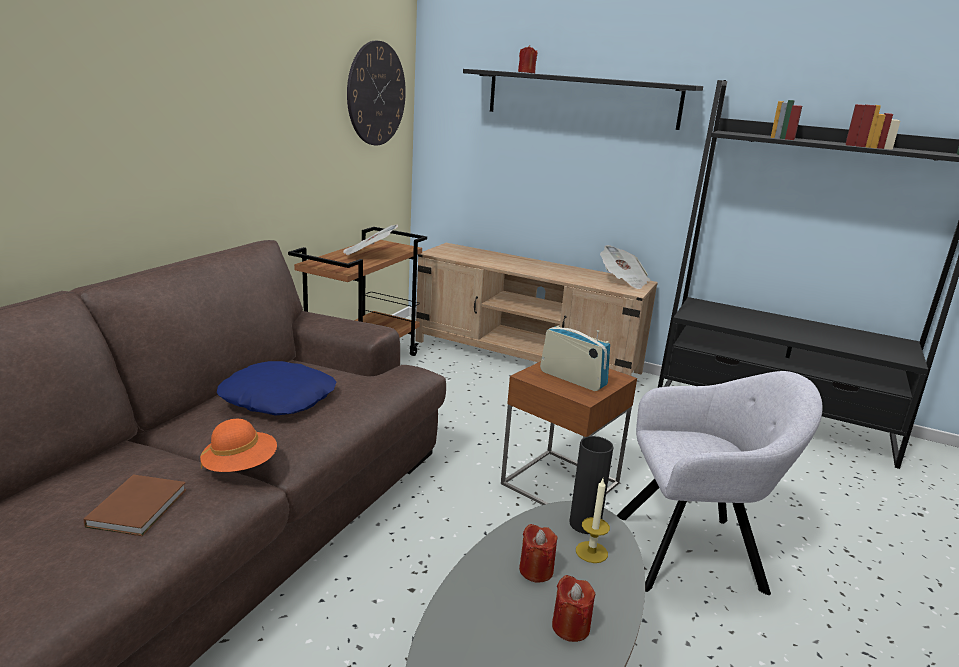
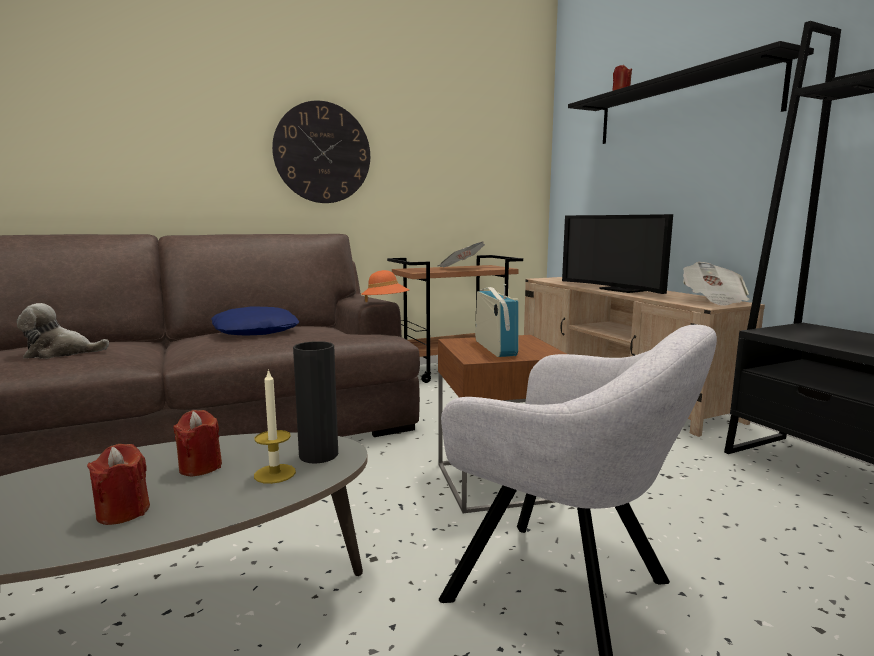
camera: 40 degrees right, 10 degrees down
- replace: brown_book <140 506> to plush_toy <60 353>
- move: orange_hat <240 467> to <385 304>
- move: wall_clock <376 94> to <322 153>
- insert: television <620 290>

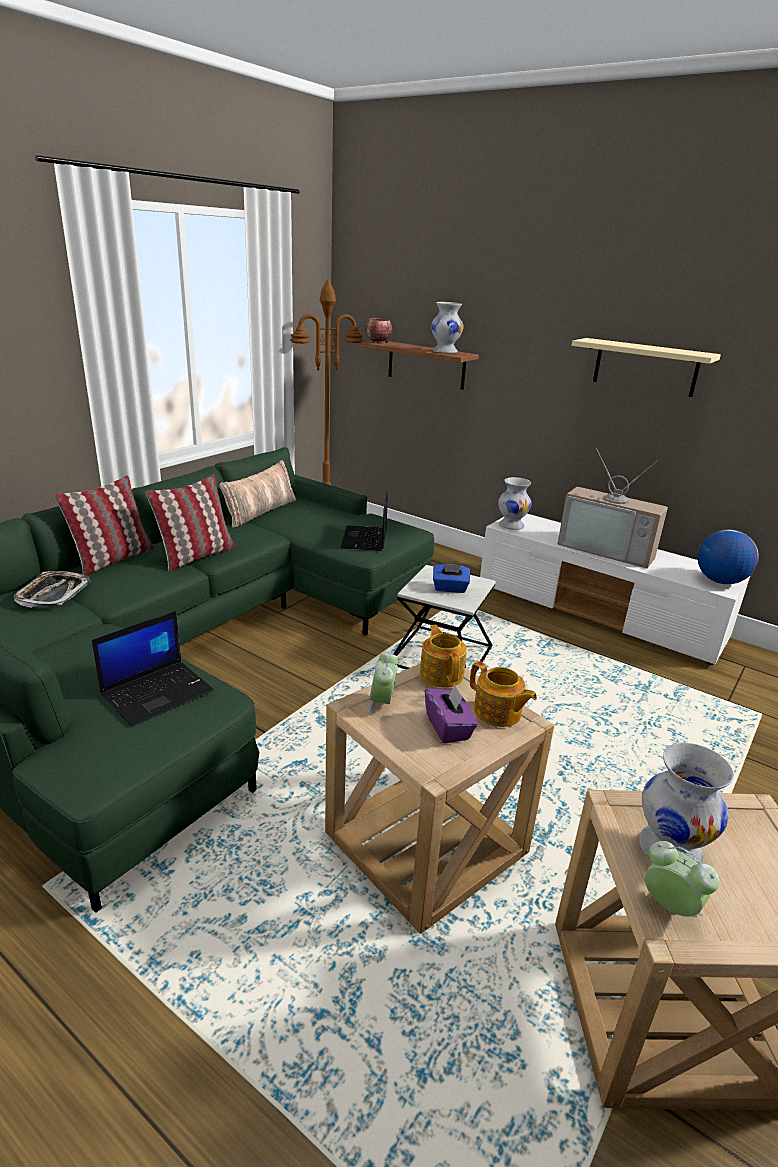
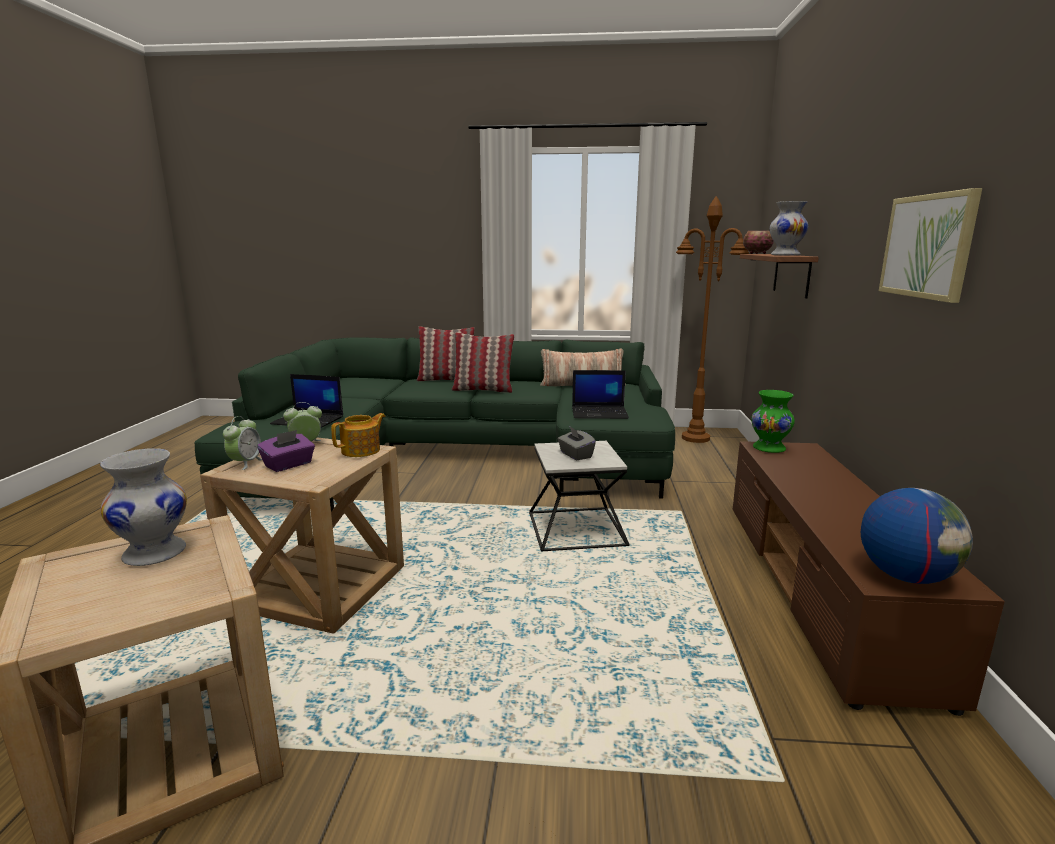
camera: 60 degrees right, 10 degrees down
- delete: tray <53 594>
- rotate: laptop <365 539> = <600 413> 150 degrees counterclockwise
- recolor: blue_tissue_box <450 588> to grey_tissue_box <575 455>
- delete: teapot <498 712>
- recolor: white_tv_stand <599 612> to brown_tv_stand <821 590>
- recolor: white_vase <511 526> to green_vase <768 448>
- delete: television <608 549>
- replace: beige_shelf <645 367> to picture <927 246>
- move: alarm_clock <669 906> to <245 463>

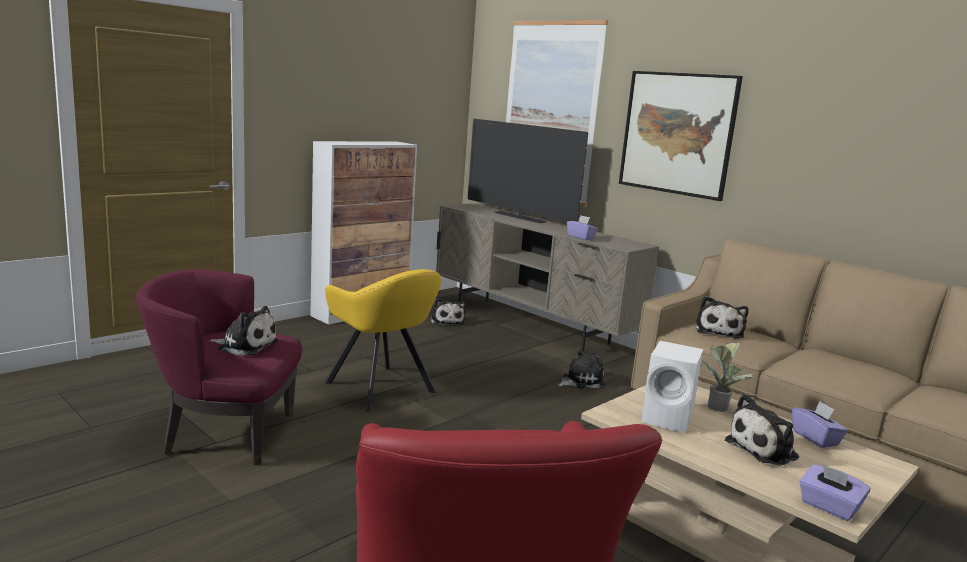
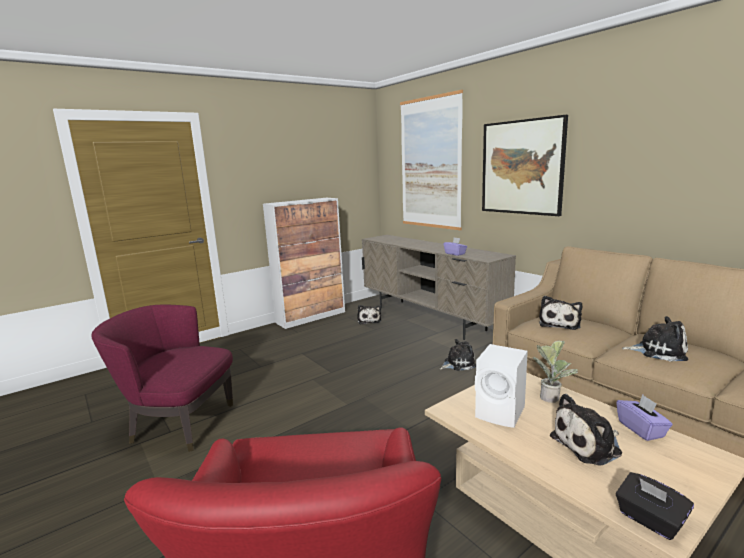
camera: 10 degrees right, 0 degrees up
- move: plush_toy <245 345> to <658 351>
- delete: yellow_armchair <382 389>
- delete: television <519 217>
- recolor: purple_tissue_box <829 507> to black_tissue_box <650 520>

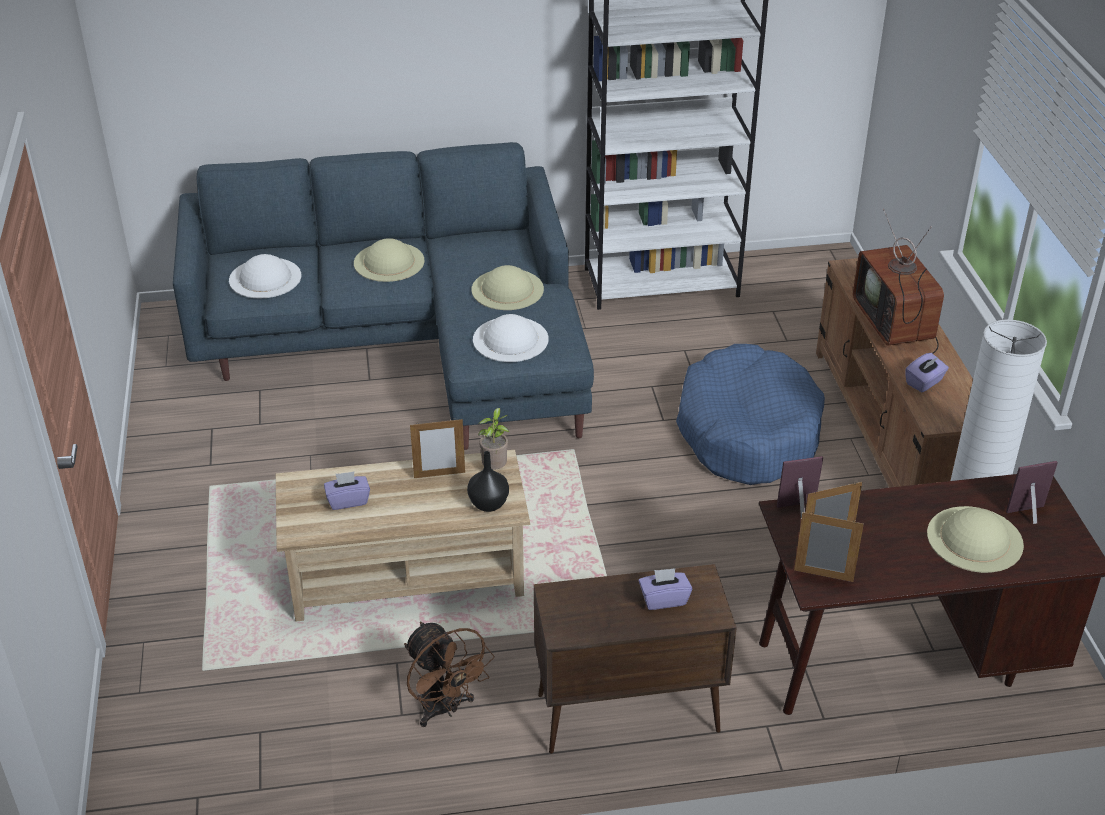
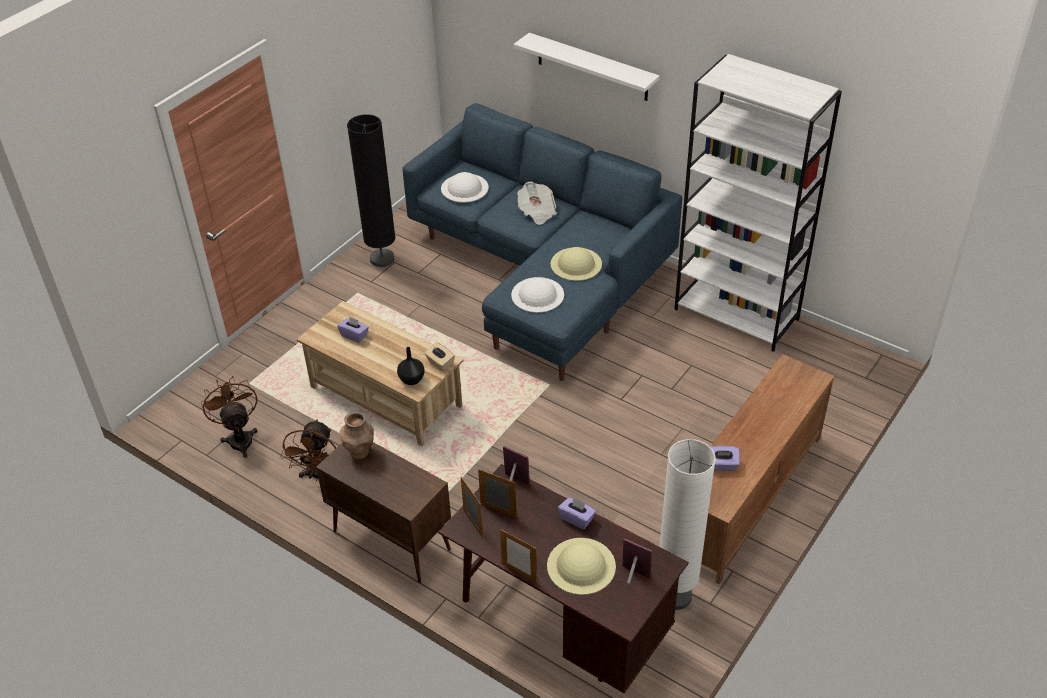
camera: 45 degrees right, 5 degrees up
- replace: beige_hat <389 262> to newspaper <537 212>
- move: picture_frame <439 475> to <519 573>
- replace: potted_plant <495 468> to beige_tissue_box <440 363>
- move: purple_tissue_box <664 599> to <577 519>
- delete: blue_dog_bed <747 432>
- delete: television <896 325>
- insert: brown_fan <239 438>
- insert: brown_vase <360 452>
- insert: black_floor_lamp <382 259>
- insert: white_shelf <592 67>

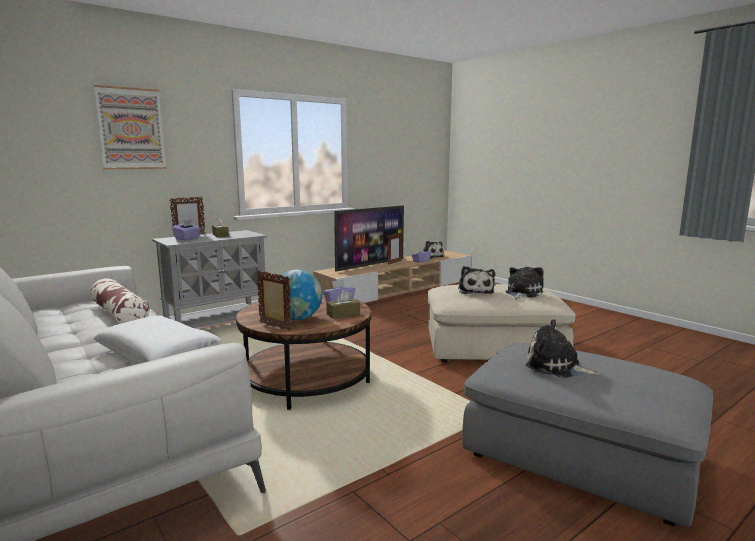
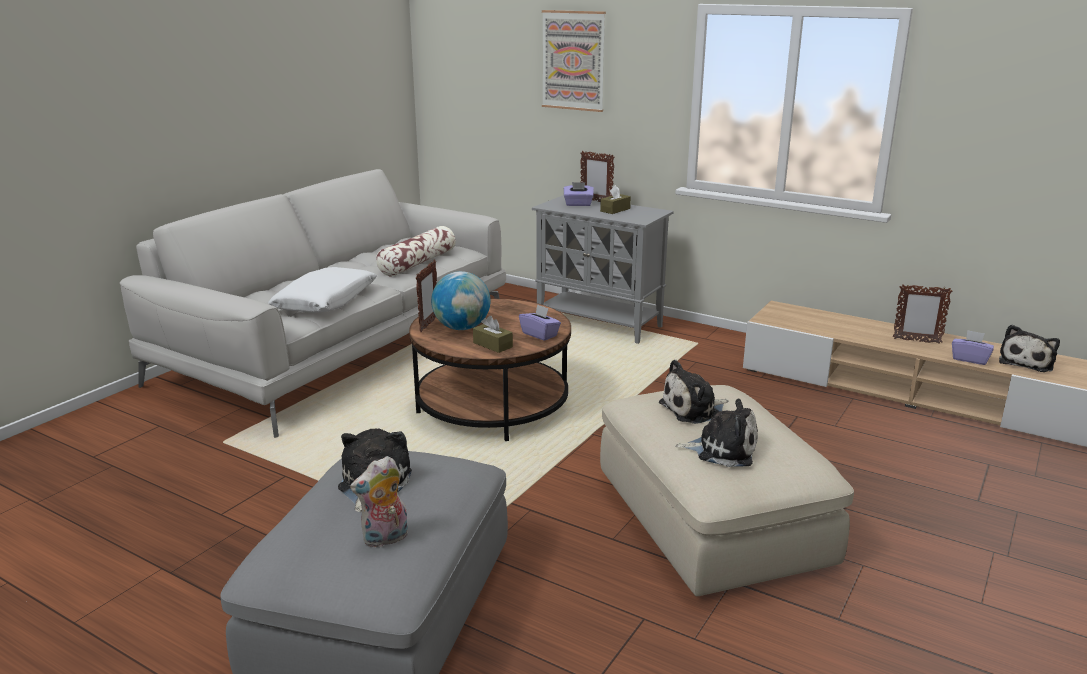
camera: 70 degrees right, 10 degrees up
- delete: television <370 264>
- insert: plush_toy <385 539>

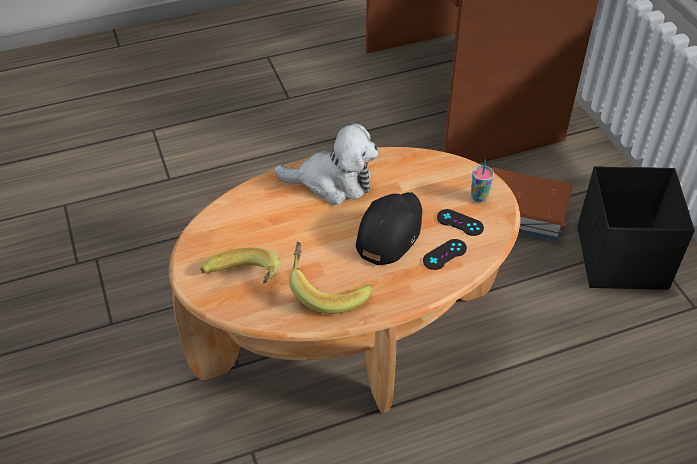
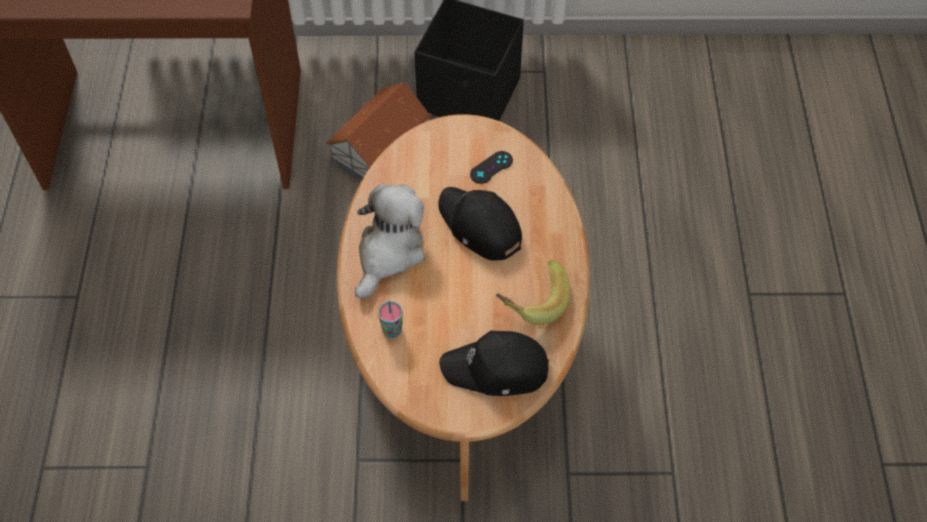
camera: 70 degrees left, 10 degrees up
- replace: banana <244 283> to black_cap <497 369>
- delete: black_game_controller <444 254>
- move: cup <479 197> to <392 331>

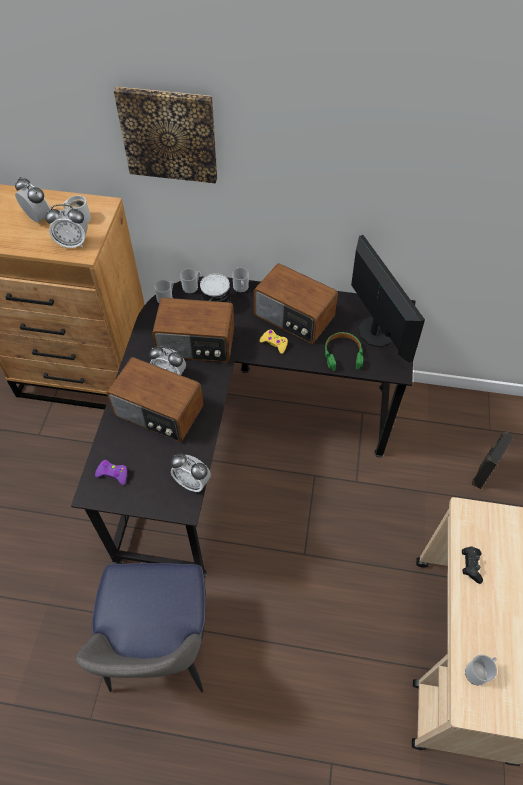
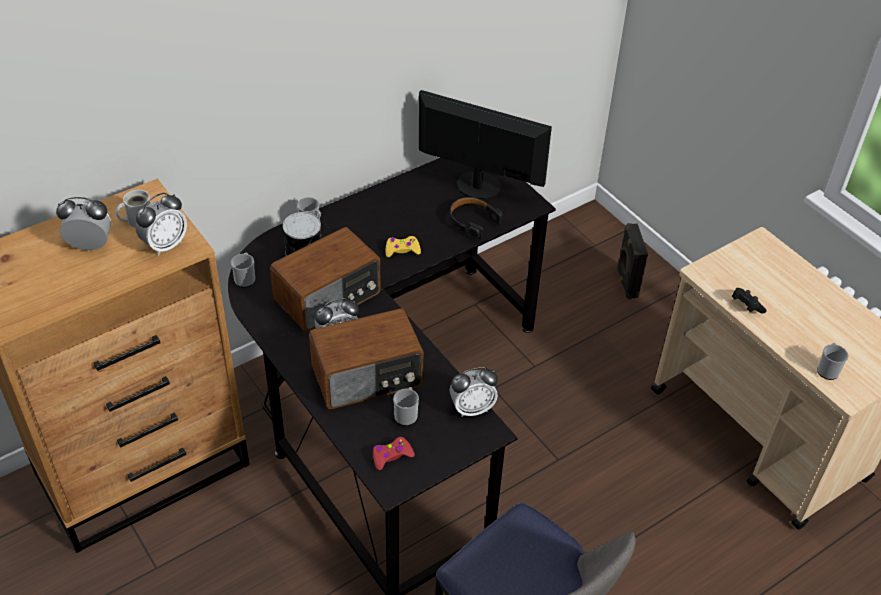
camera: 45 degrees left, 10 degrees down
- recolor: purple_game_controller <113 474> to red_game_controller <391 456>
- delete: picture <169 134>
- move: mug <192 287> to <406 414>
- delete: radio <293 317>
- recolor: green_headphones <342 354> to black_headphones <472 221>

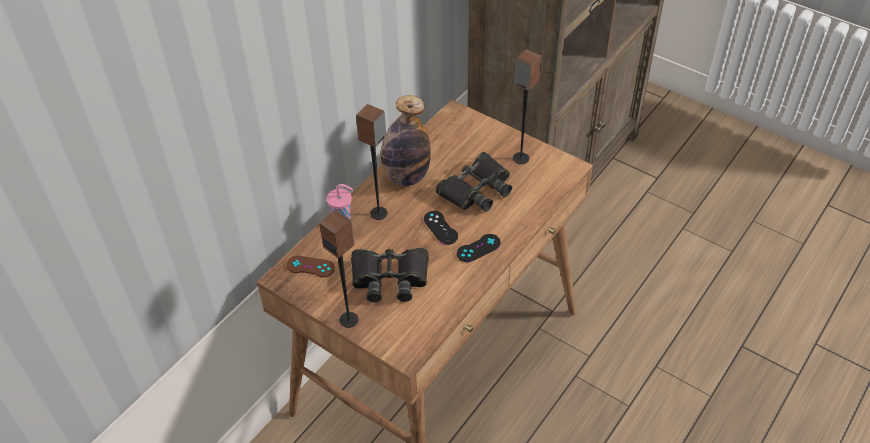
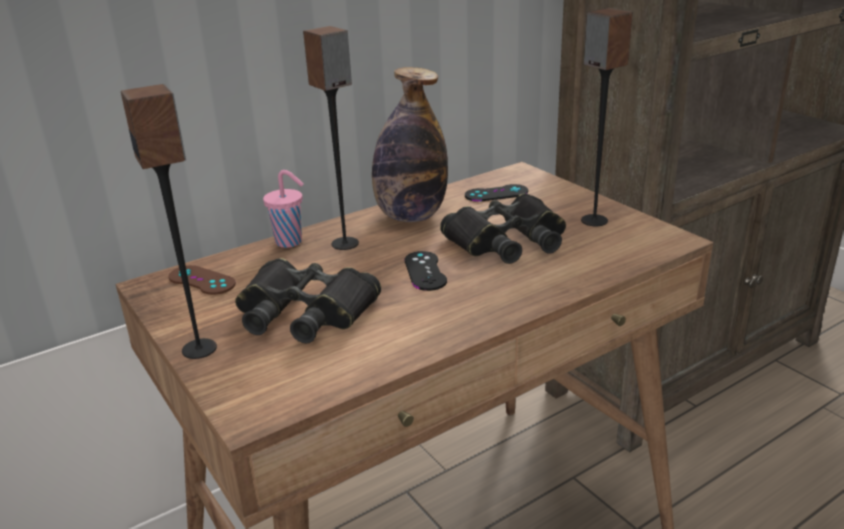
camera: 20 degrees right, 20 degrees down
- move: black_game_controller <478 248> to <496 193>

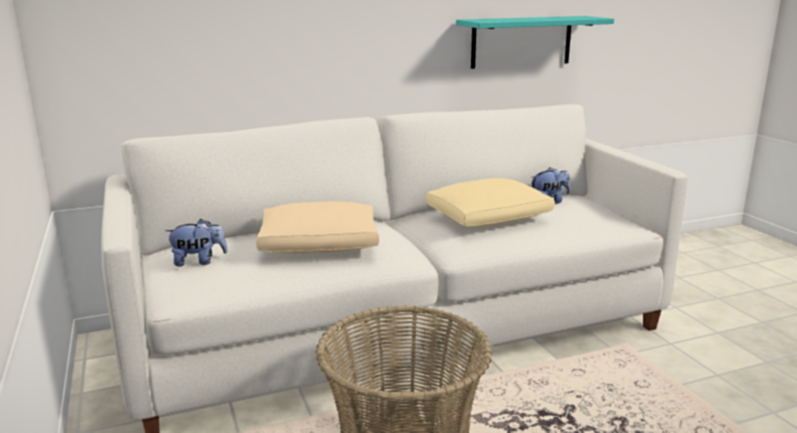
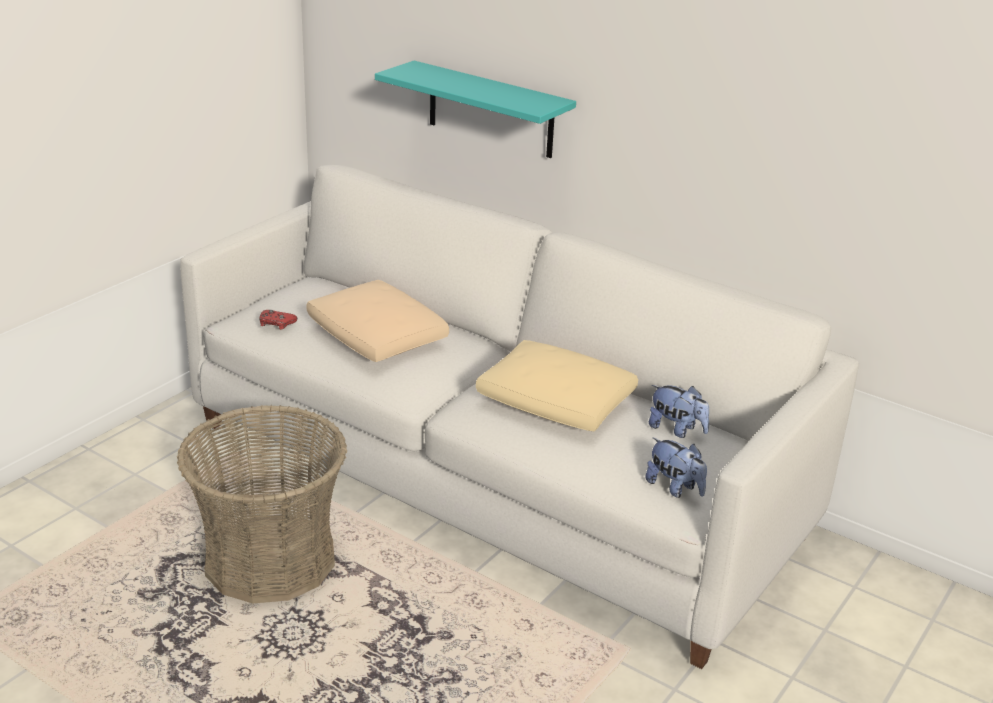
camera: 55 degrees right, 10 degrees up
- move: plush_toy <199 261> to <675 488>
- move: turquoise_shelf <521 42> to <490 110>
- insert: red_game_controller <276 323>

